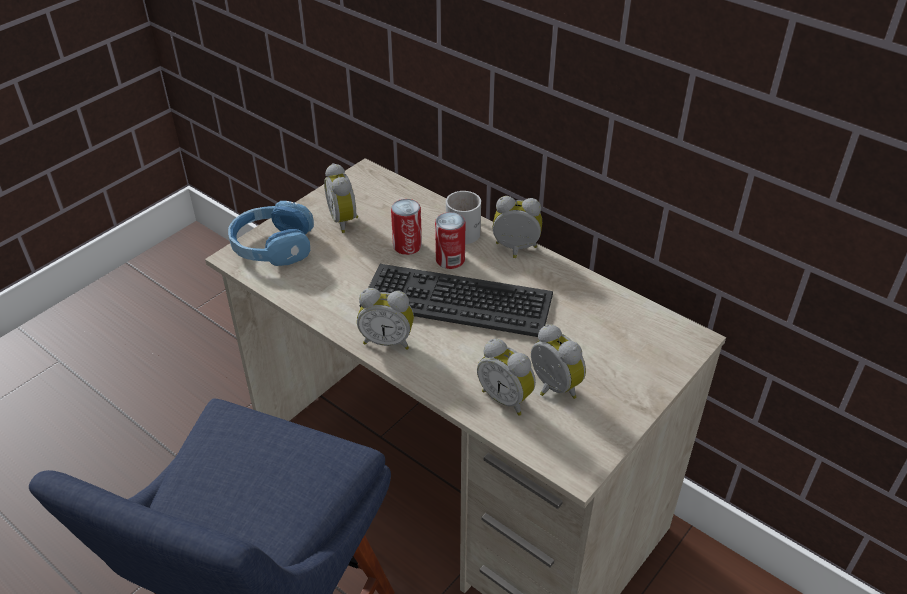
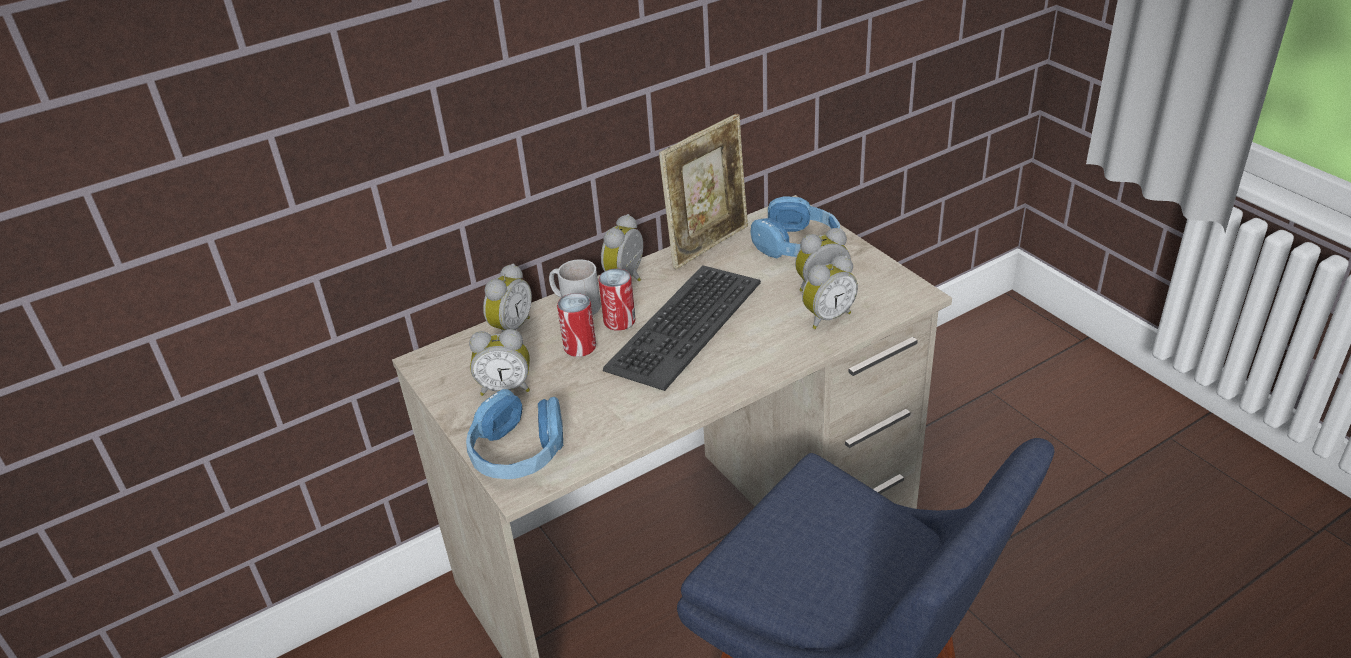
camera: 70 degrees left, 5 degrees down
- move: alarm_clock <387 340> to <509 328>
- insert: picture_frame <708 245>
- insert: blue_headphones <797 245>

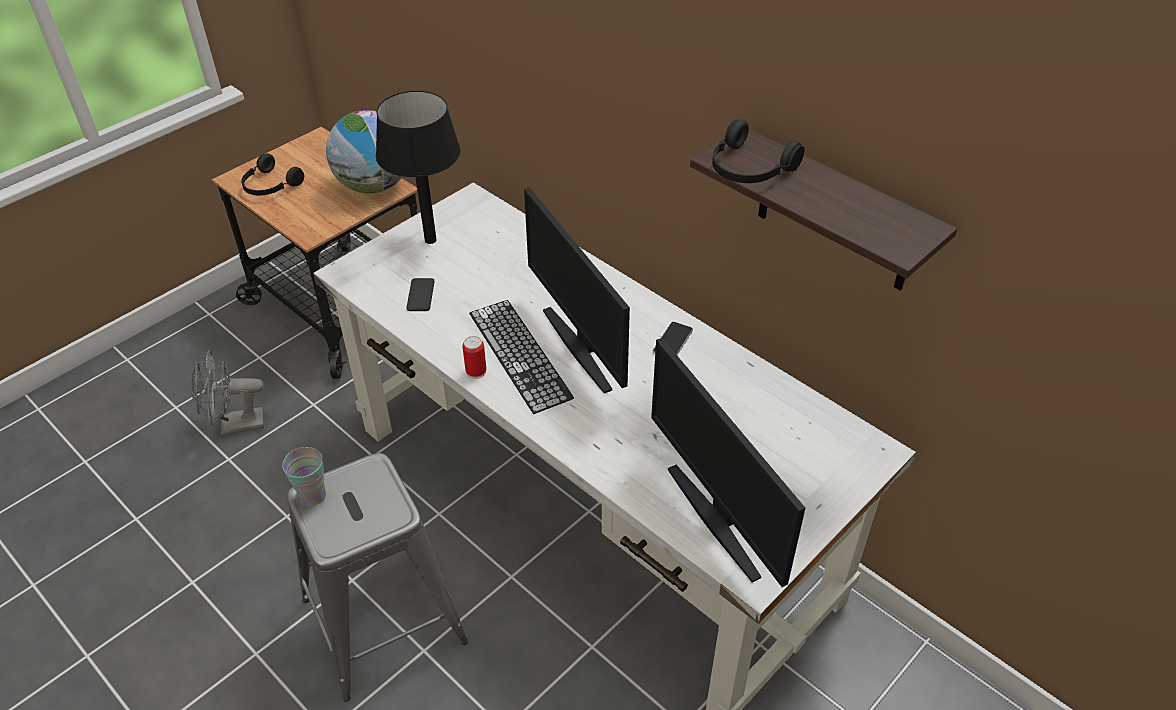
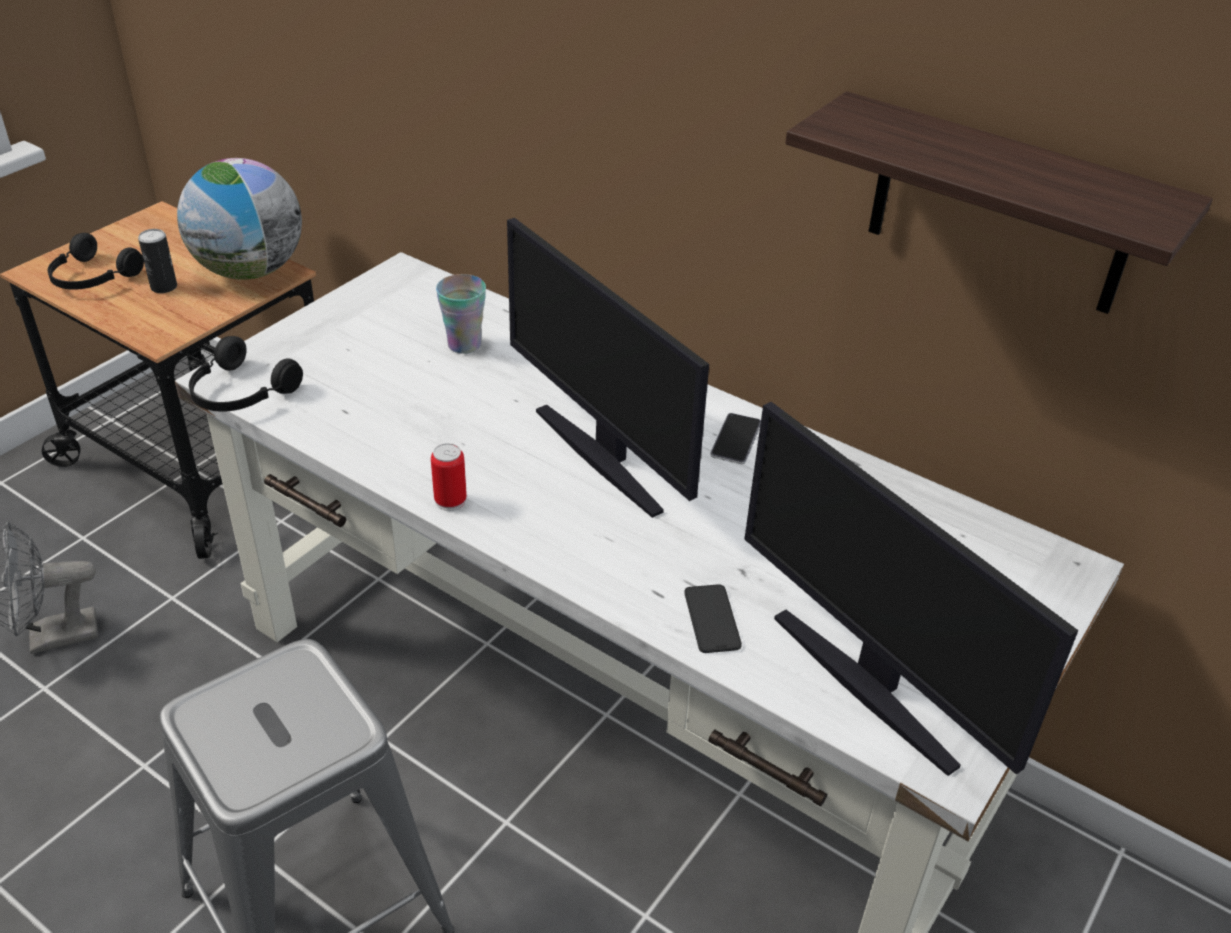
camera: 10 degrees left, 5 degrees down
- move: cup <313 496> to <464 344>
- delete: black_table_lamp <431 239>
- move: phone <420 295> to <712 619>
- delete: keyboard <519 354>
- move: black_headphones <748 169> to <240 393>
- insert: can <164 287>

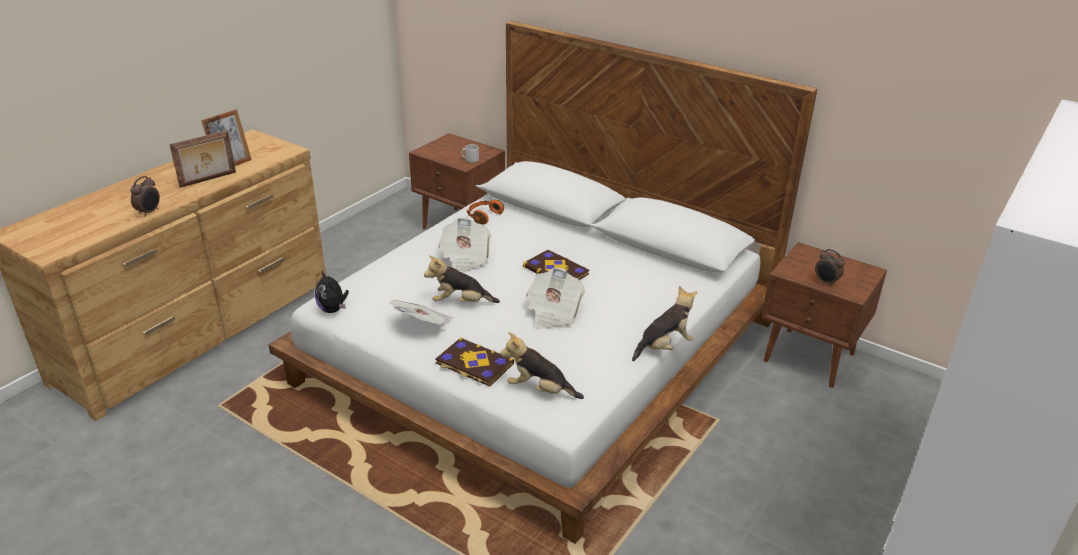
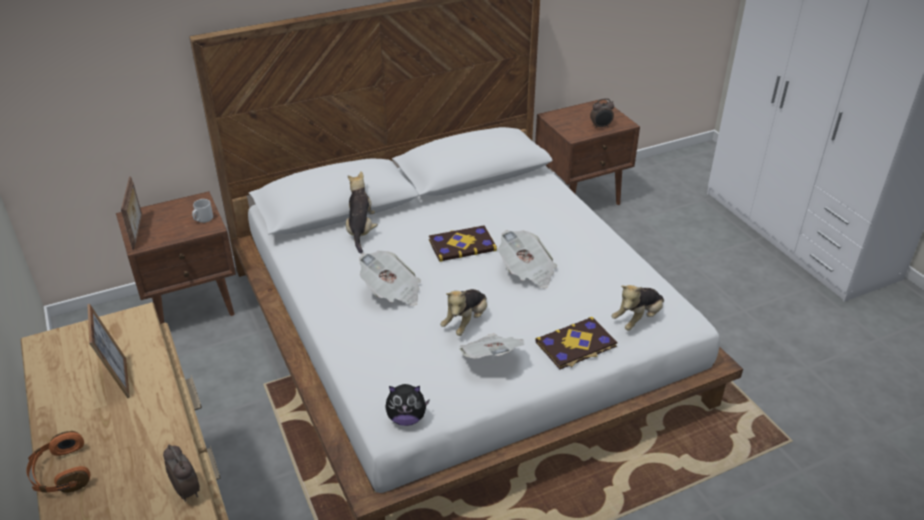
camera: 60 degrees left, 5 degrees up
- move: picture_frame <208 180> to <138 232>
- move: orange_headphones <483 216> to <61 473>
- move: plush_toy <664 347> to <361 231>

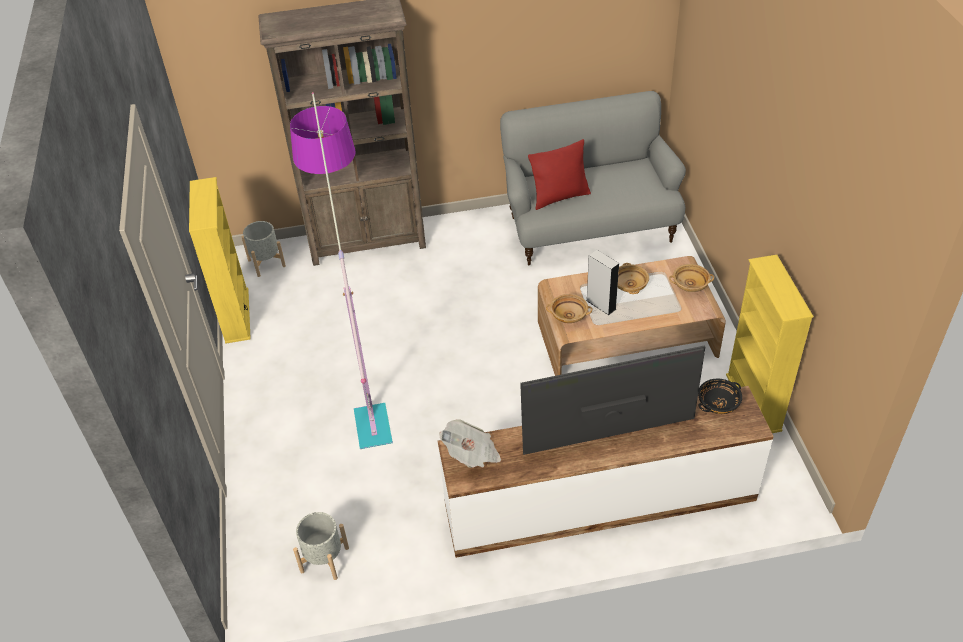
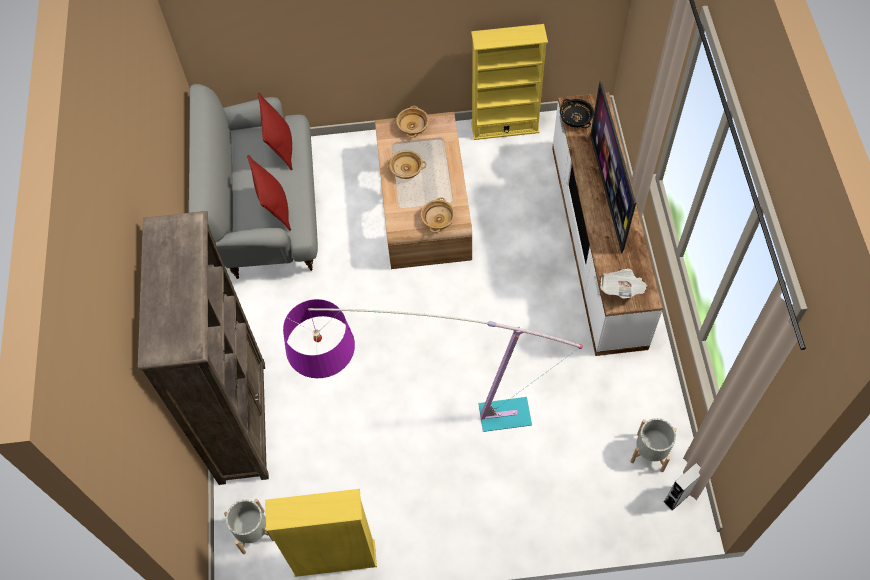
camera: 85 degrees left, 15 degrees up
- move: grey_speaker <601 304> to <678 496>
- insert: red_pillow <281 148>

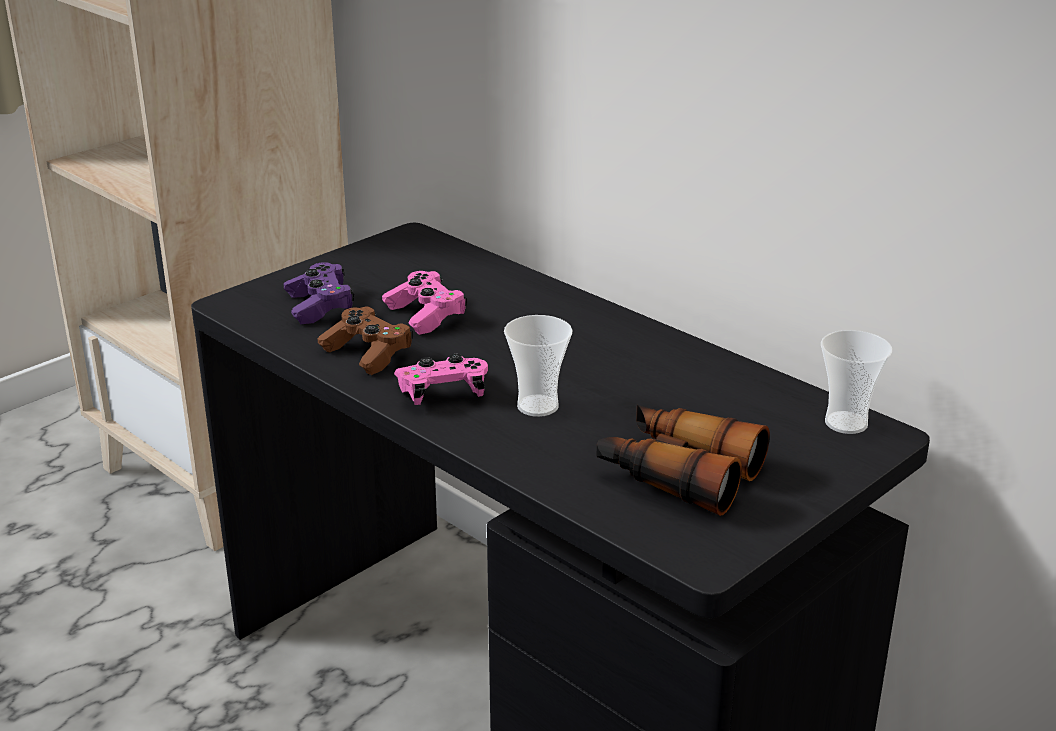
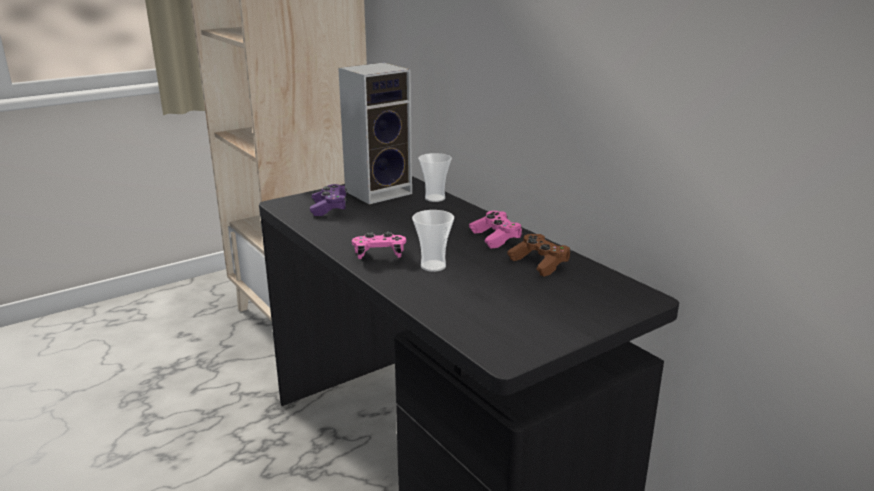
camera: 10 degrees right, 5 degrees down
- move: brown_game_controller <367 354> to <539 263>
- move: pink_game_controller <425 315> to <495 238>
- delete: binoculars <677 473>
- move: cup <846 423> to <435 198>
- insert: speaker <380 191>

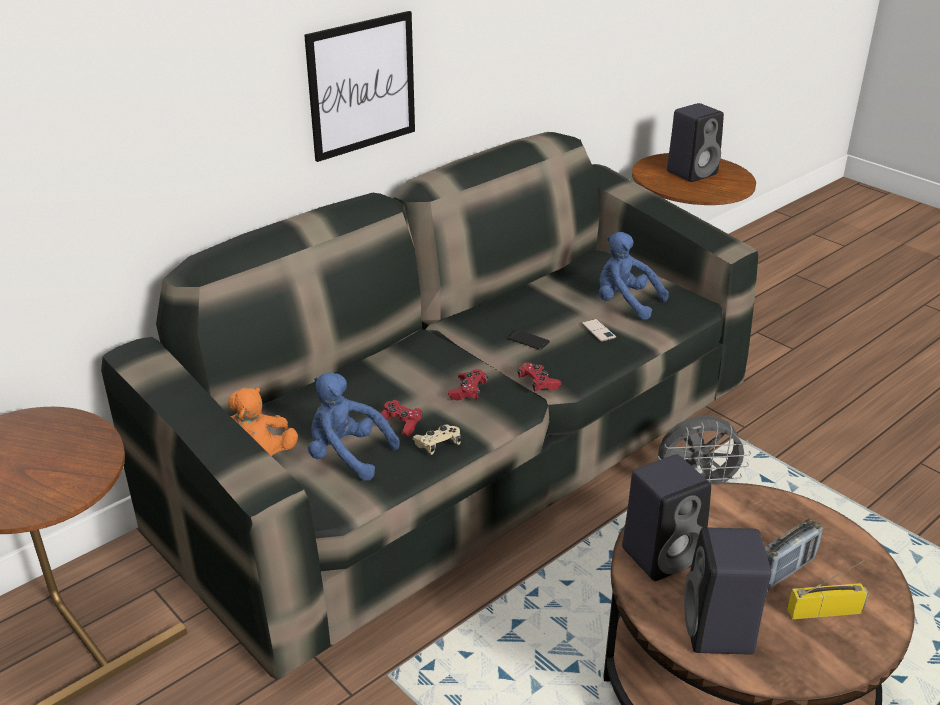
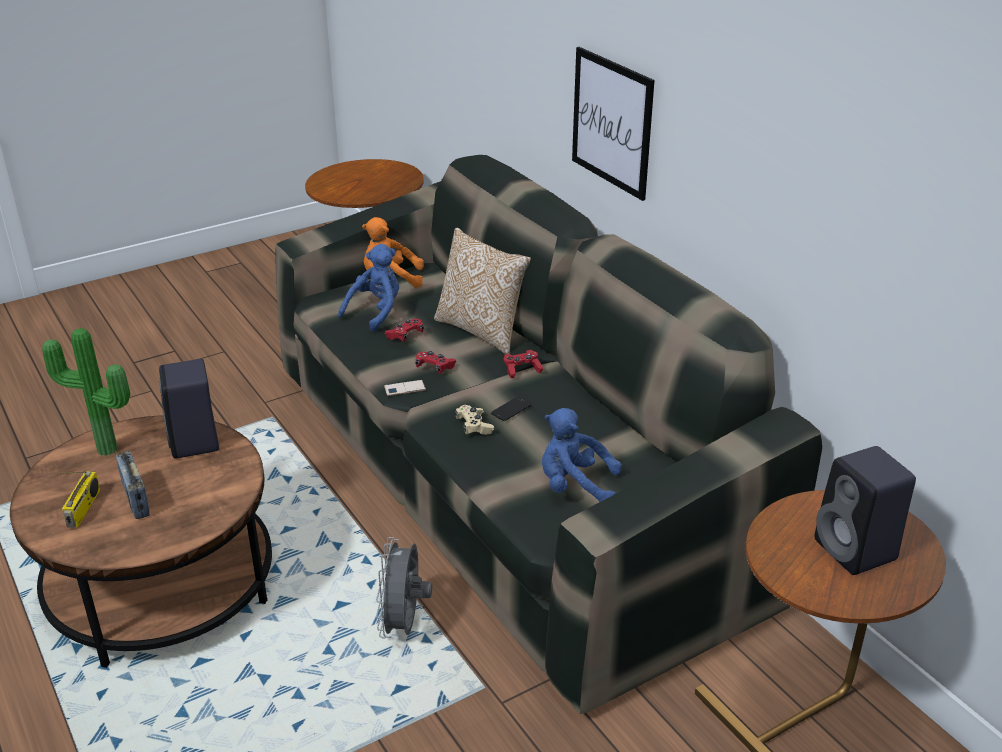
camera: 100 degrees right, 0 degrees up
- move: beige_game_controller <438 445> to <474 426>
- move: red_game_controller <538 383> to <522 370>
- move: phone <598 330> to <404 388>
- rotate: blue_plush_toy <625 303> = <575 486> 120 degrees counterclockwise
- replace: black_speaker <719 631> to potted_plant <105 452>
- insert: pillow <482 330>

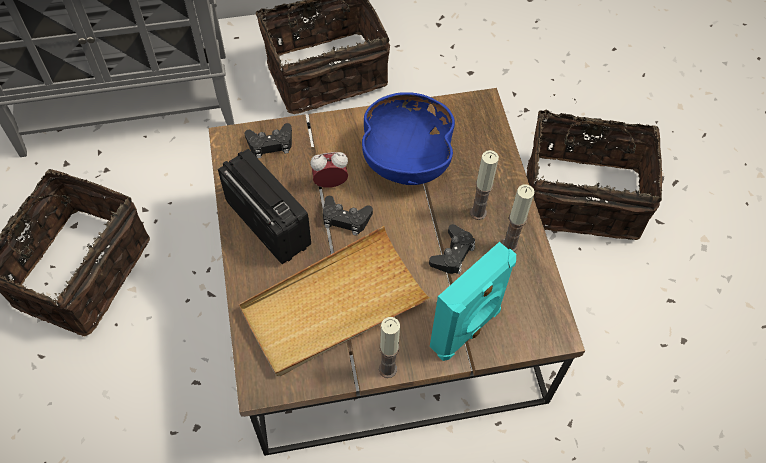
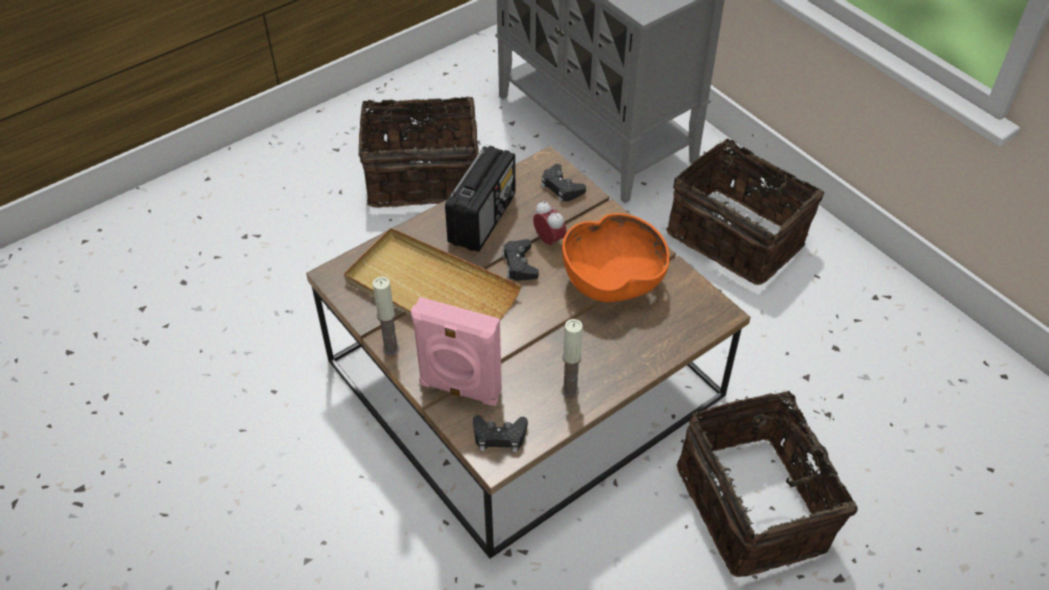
camera: 65 degrees right, 10 degrees down
- recolor: blue_bowl <405 158> to orange_bowl <612 280>
- move: black_game_controller <453 254> to <499 436>
- recolor: turquoise_speaker <466 330> to pink_speaker <459 389>
- delete: candle <478 212>

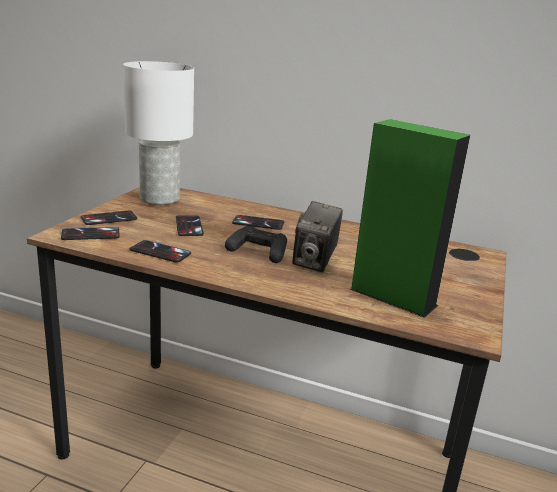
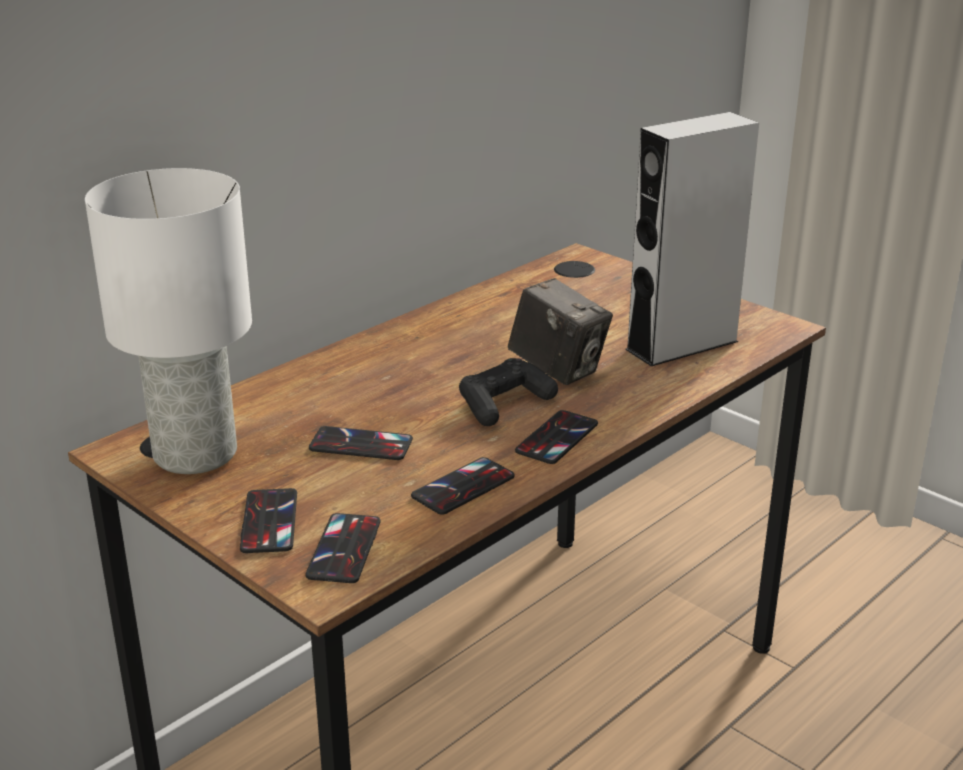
camera: 65 degrees left, 5 degrees up
- move: phone <258 223> to <557 438>
- recolor: green_speaker <392 297> to grey_speaker <681 345>

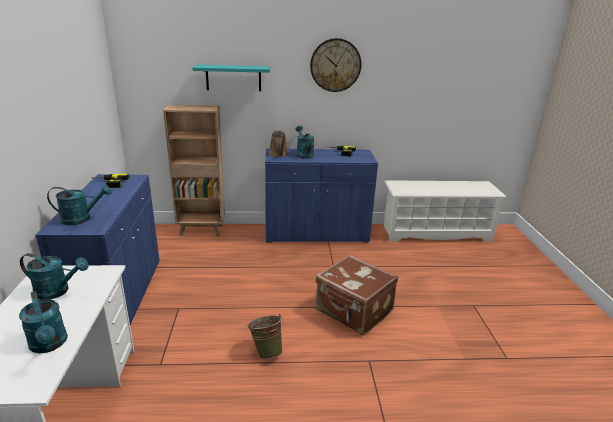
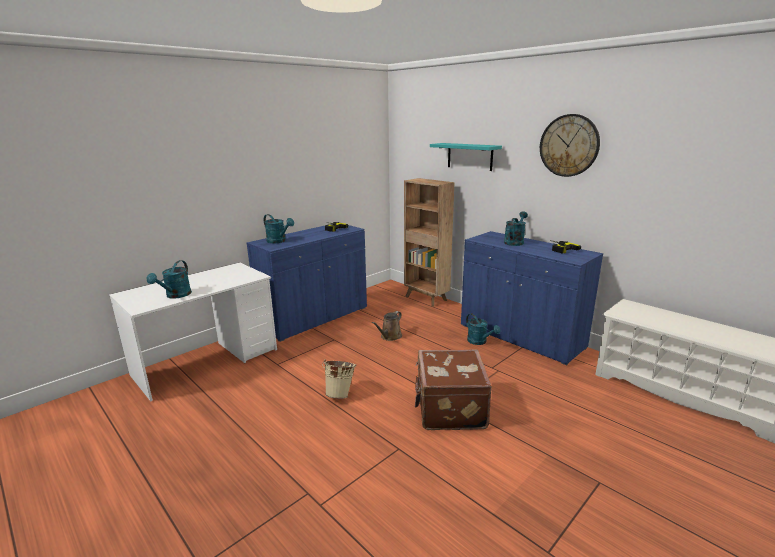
camera: 50 degrees right, 5 degrees down
- move: turquoise_watering_can <57 291> to <479 342>
- recolor: green_bucket <266 351> to beige_bucket <340 394>
- move: brown_watering_can <279 154> to <389 336>

